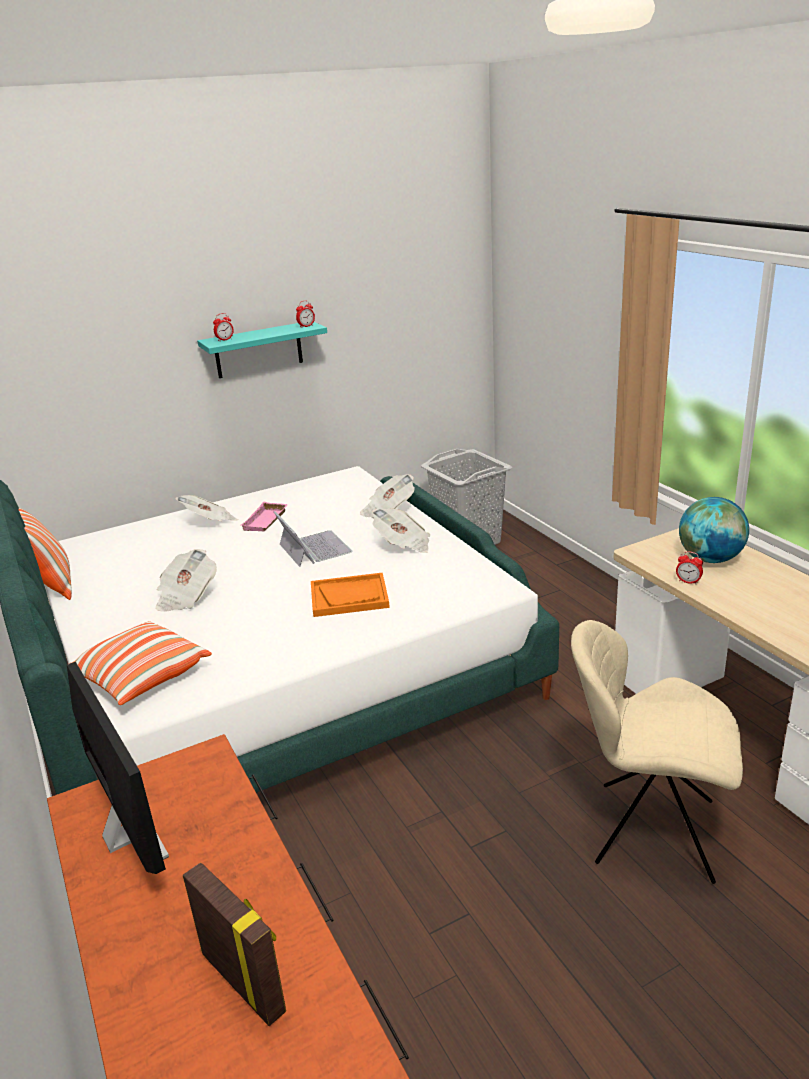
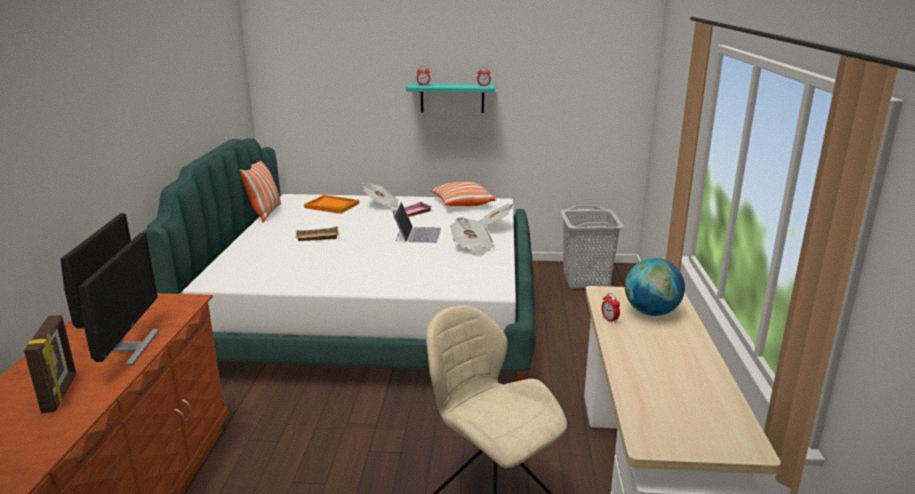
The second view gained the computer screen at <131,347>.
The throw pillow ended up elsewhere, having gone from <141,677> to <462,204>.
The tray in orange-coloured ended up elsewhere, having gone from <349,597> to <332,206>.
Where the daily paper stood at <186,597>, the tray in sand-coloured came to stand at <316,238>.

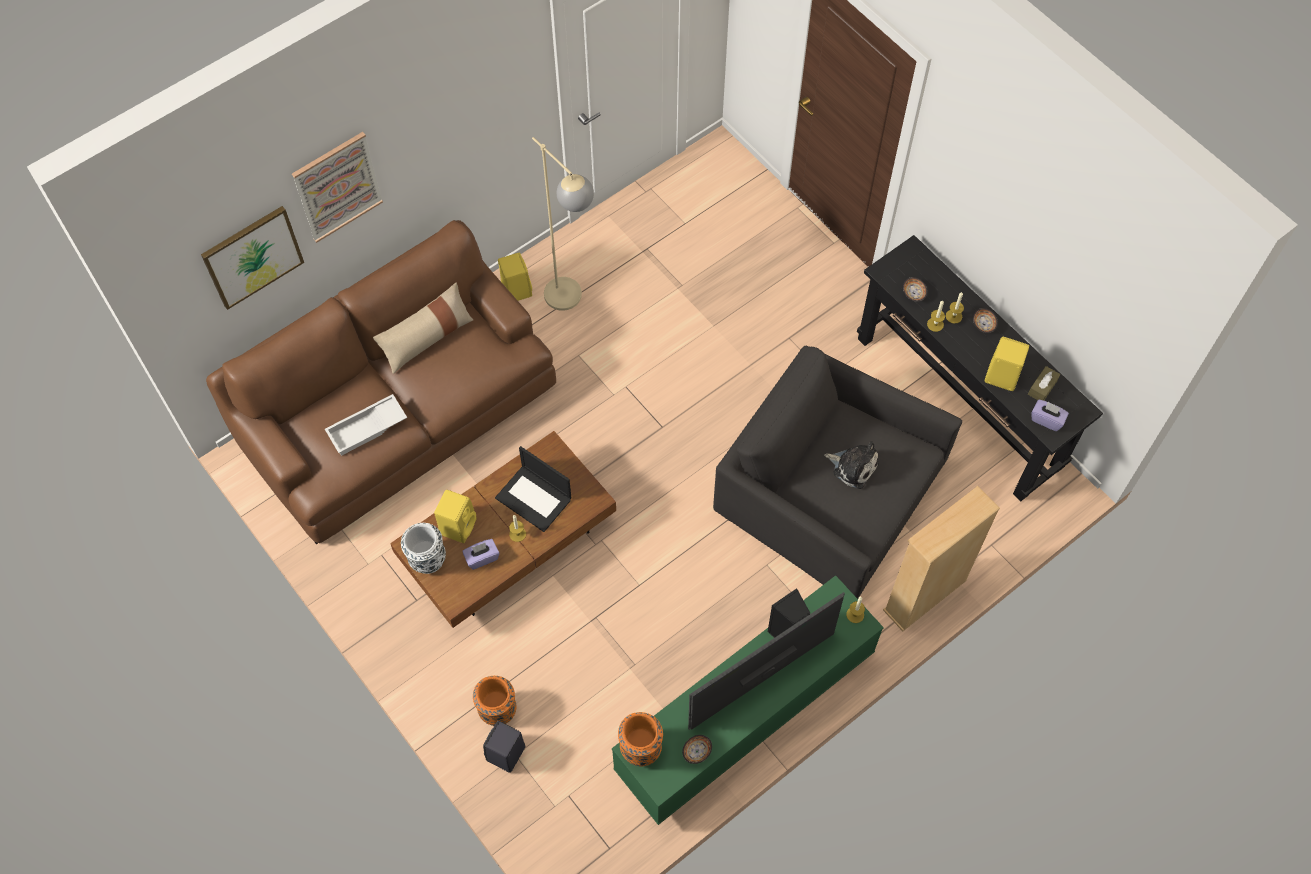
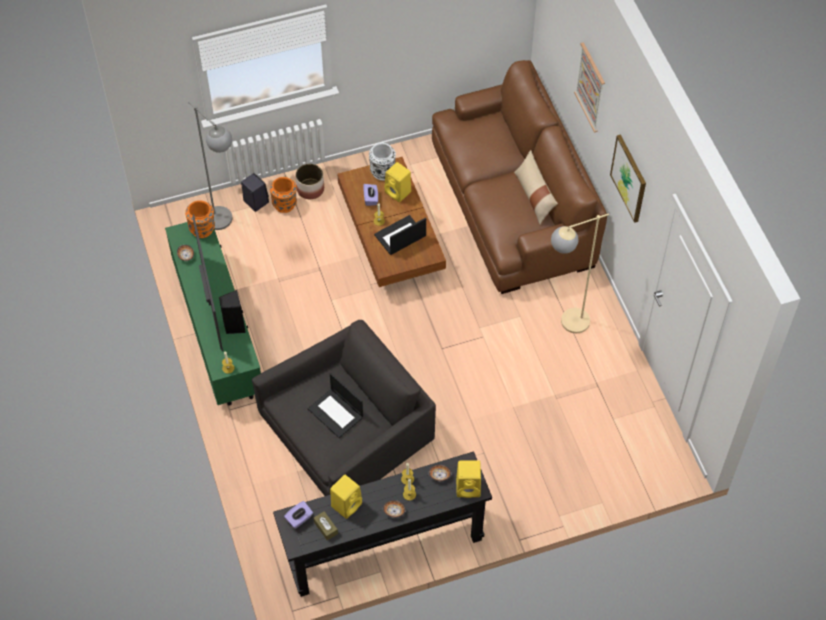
The second view lost the tray in whitish at <367,429>.
The second view lost the bookshelf in sand-coloured at <925,595>.
The second view gained the floor lamp in greyish at <225,224>.
The second view gained the planter at <310,189>.
The wall picture ended up elsewhere, having gone from <252,256> to <629,178>.
The speaker in yellow-coloured ended up elsewhere, having gone from <516,289> to <469,487>.
Where the cuddly toy stood at <853,466>, the notebook computer came to stand at <336,413>.

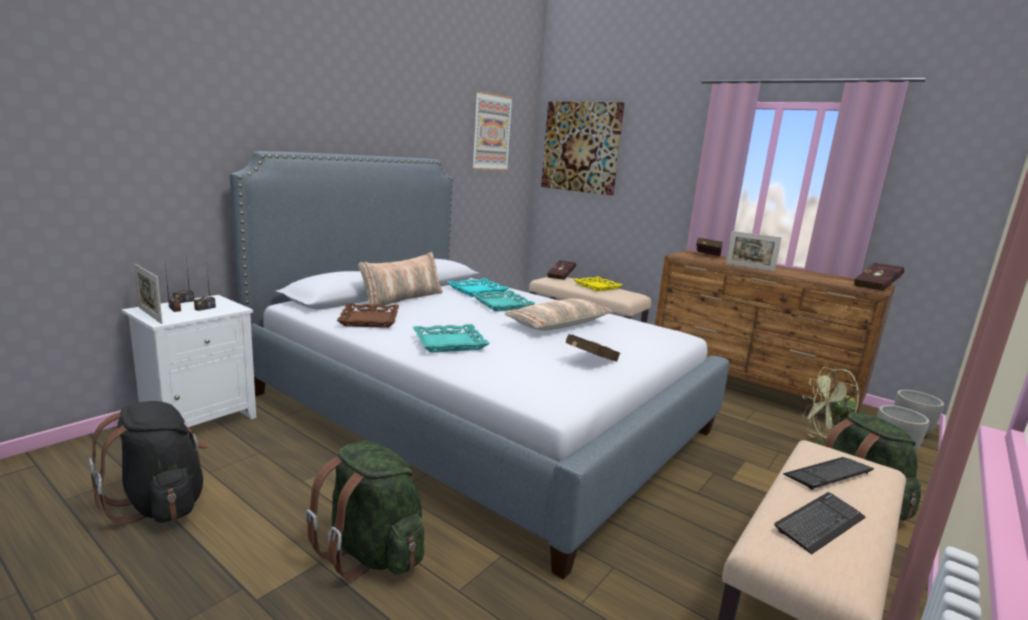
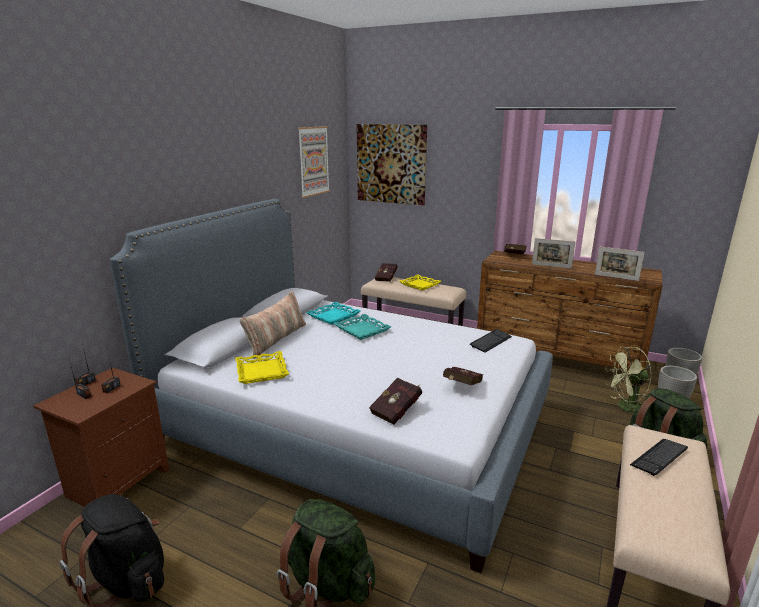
The second view lost the tray in turquoise at <449,343>.
The second view lost the throw pillow at <558,324>.
The photo frame ended up elsewhere, having gone from <150,315> to <616,277>.
The computer keyboard ended up elsewhere, having gone from <819,524> to <490,341>.
The bound book in reddish ended up elsewhere, having gone from <877,287> to <397,411>.
What was the night table in whitish at <200,419> turned into the night table in brownish at <118,482>.
What was the tray in brownish at <369,320> turned into the tray in yellow-coloured at <261,371>.

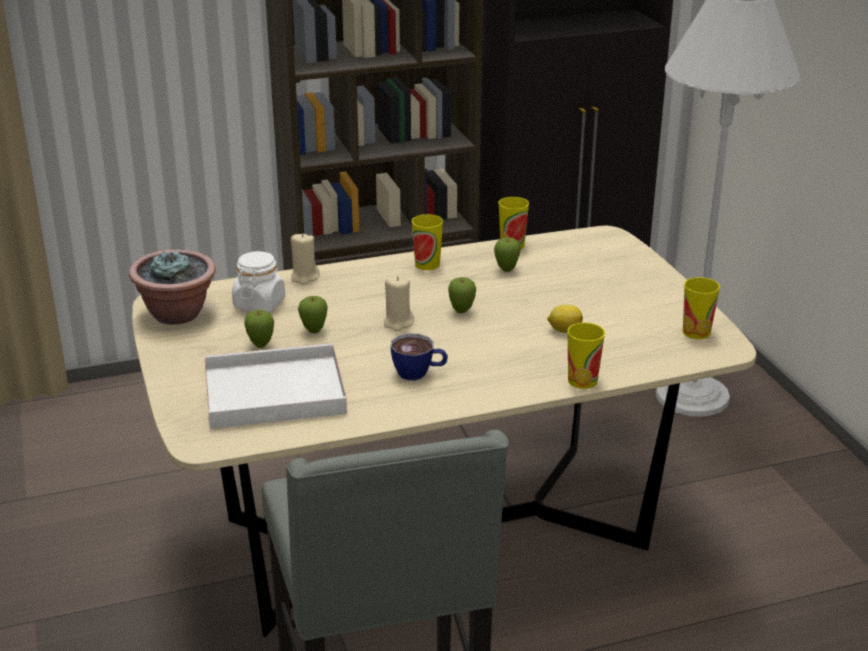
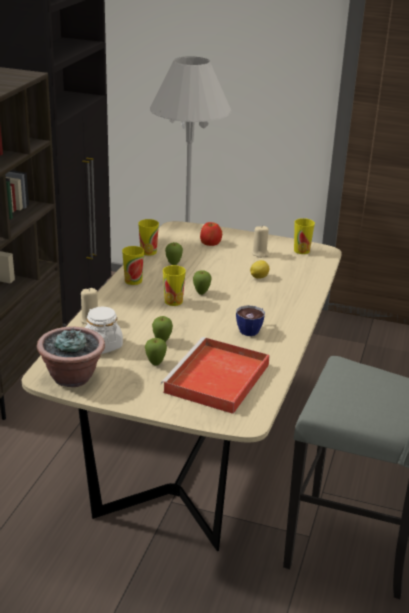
The second view gained the apple fruit at <210,242>.
The wax light in sand-coloured ended up elsewhere, having gone from <398,323> to <260,253>.
The cup ended up elsewhere, having gone from <582,381> to <173,301>.
What was the tray in whitish at <271,393> turned into the tray in reddish at <216,380>.

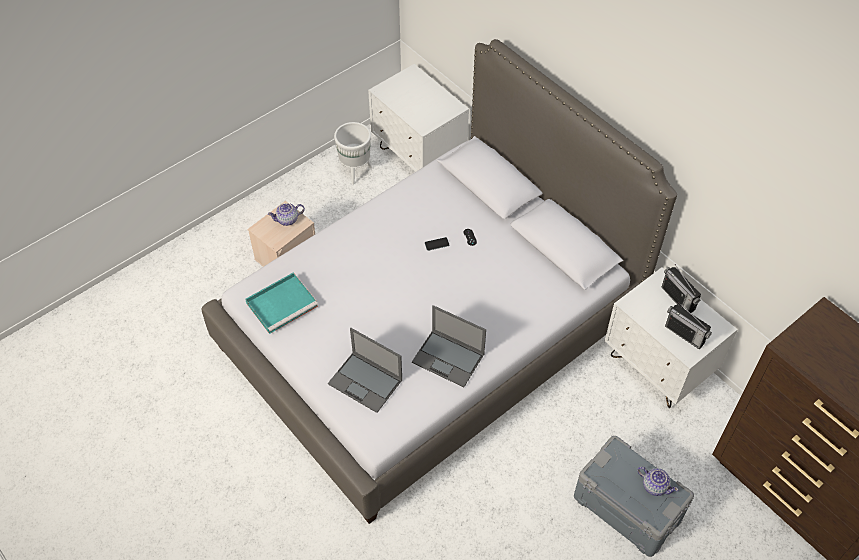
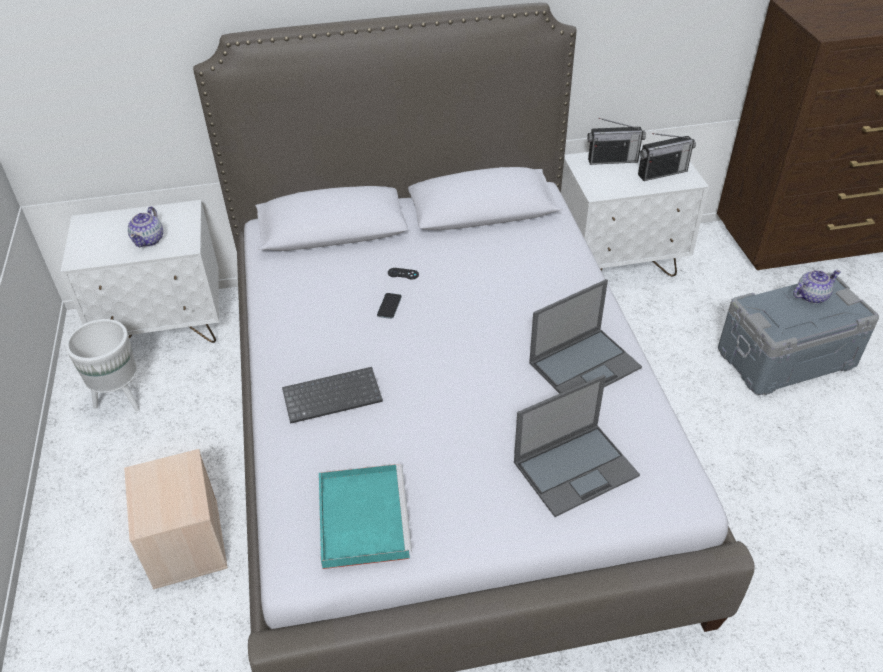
The second view gained the computer keyboard at <333,395>.
The tea pot ended up elsewhere, having gone from <288,220> to <149,240>.

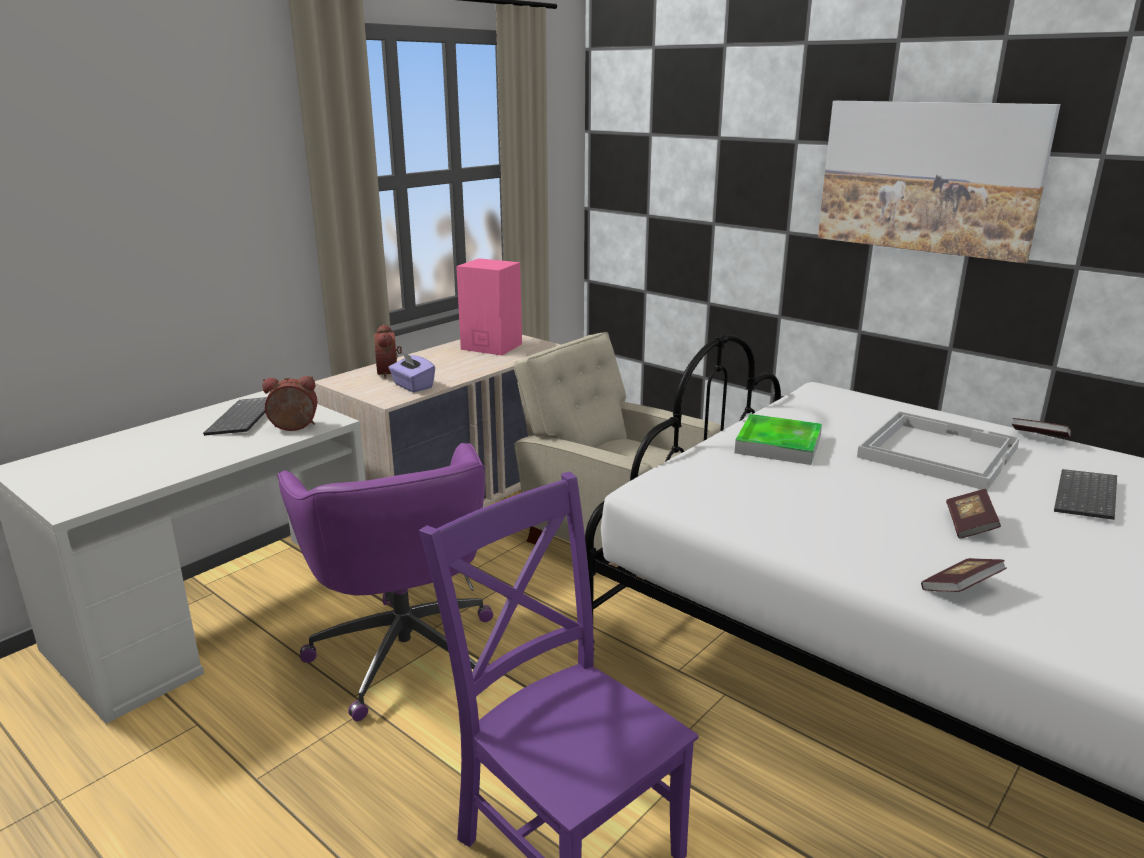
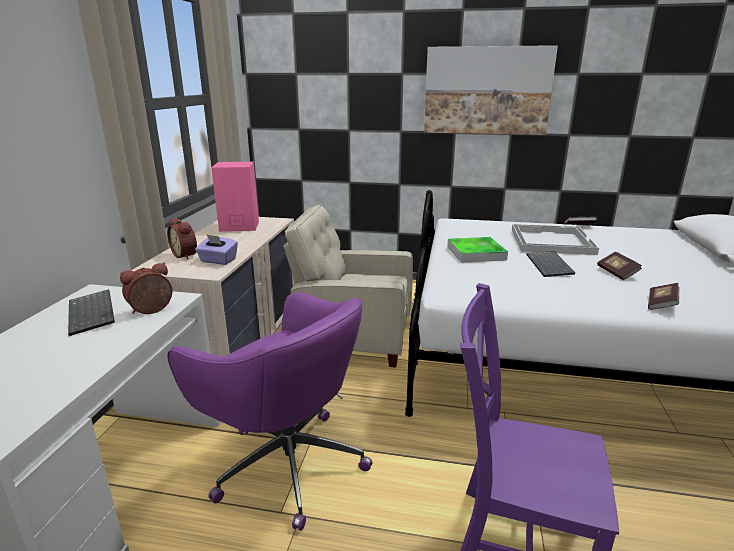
The computer keyboard ended up elsewhere, having gone from <1088,497> to <550,265>.

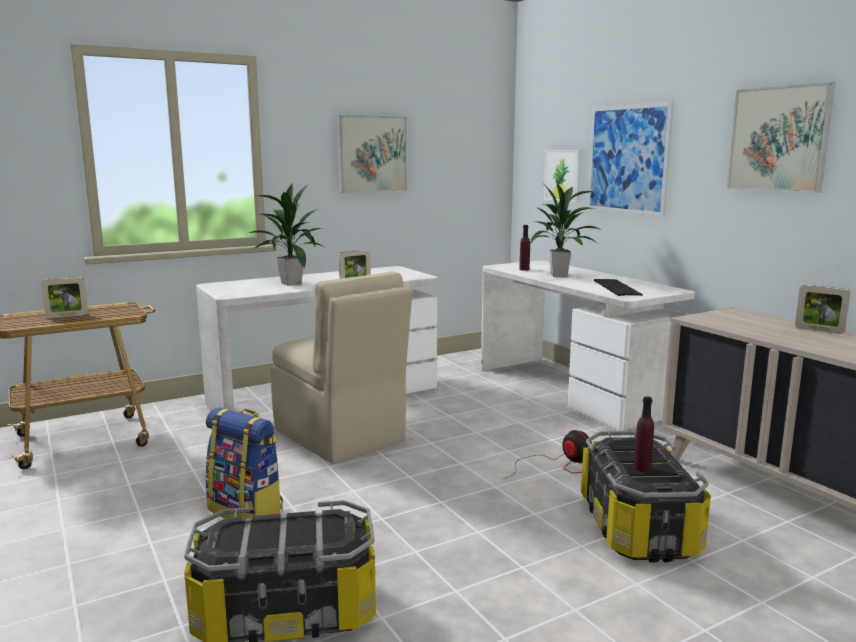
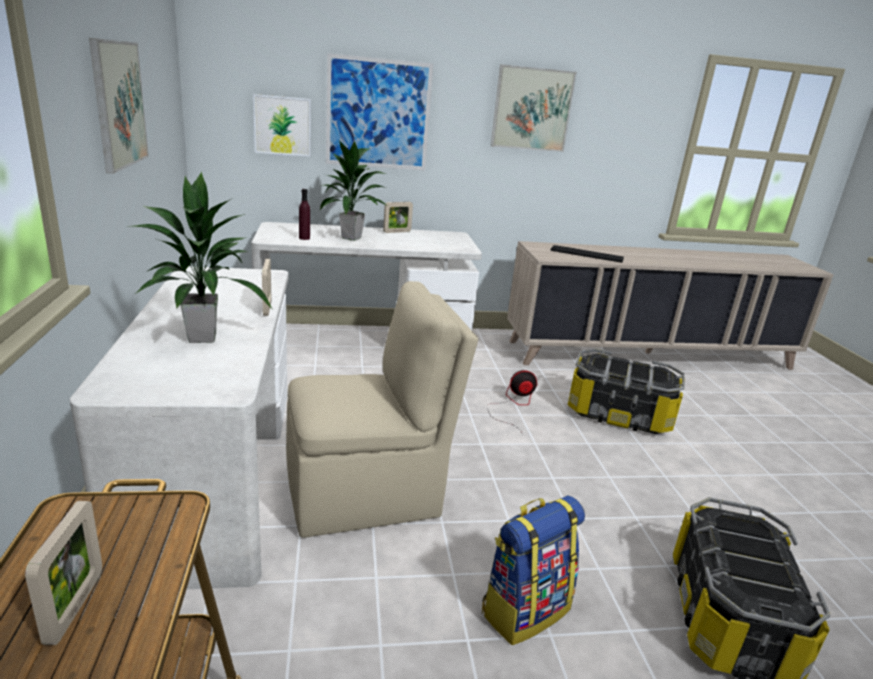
The second view lost the drink bottle in purplish at <642,468>.
The computer keyboard ended up elsewhere, having gone from <615,287> to <586,254>.
The photo frame ended up elsewhere, having gone from <819,330> to <397,232>.

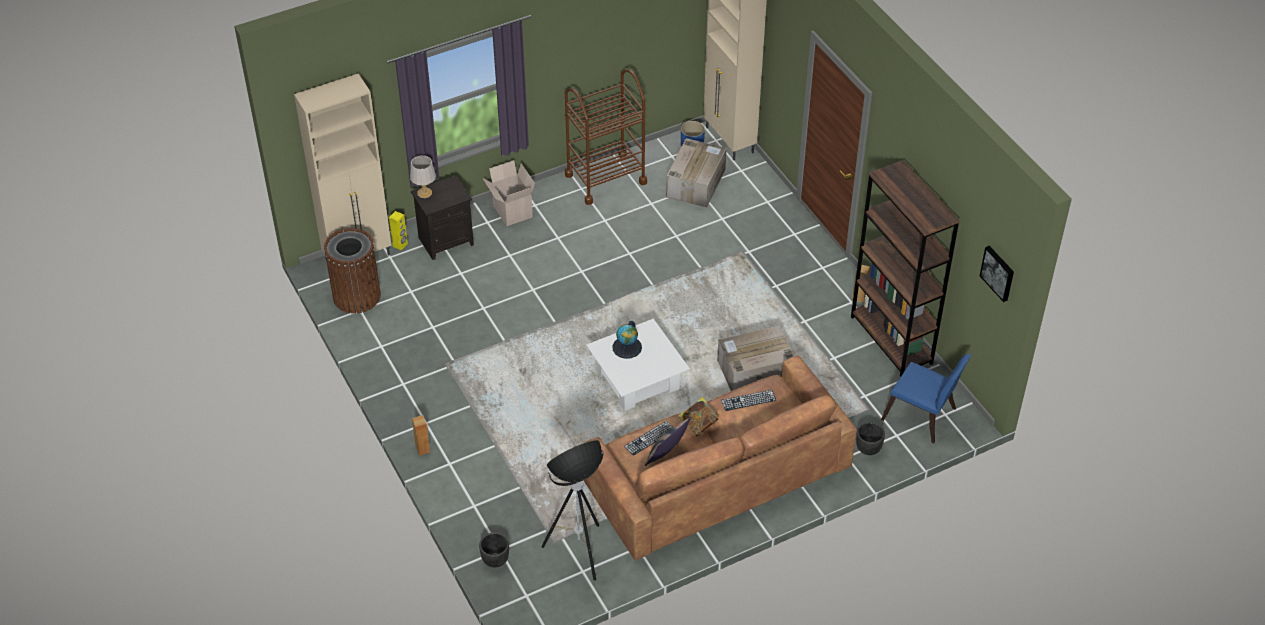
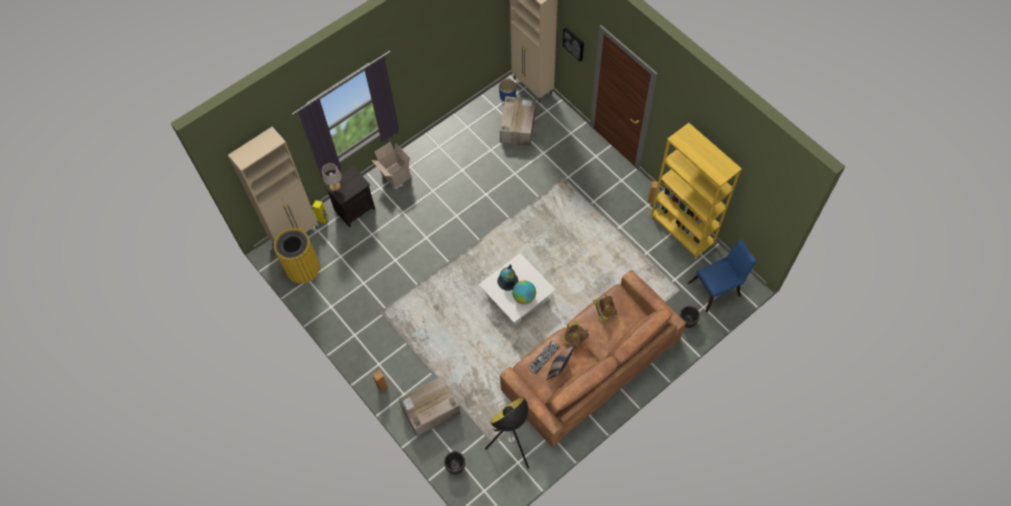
The second view lost the wheeled cart in brownish at <605,178>.
The second view gained the desk globe at <524,297>.
The carton ended up elsewhere, having gone from <754,371> to <430,410>.
The wall picture ended up elsewhere, having gone from <998,273> to <574,43>.
Where the computer keyboard stood at <748,400>, the bound book came to stand at <604,311>.
What was the trash can in brownish at <357,296> turned into the trash can in yellow-coloured at <303,268>.
What was the bookshelf in brownish at <891,340> turned into the bookshelf in yellow-coloured at <682,230>.
The plain chair in blue at <922,417> ended up facing another way, 45 degrees counterclockwise from before.

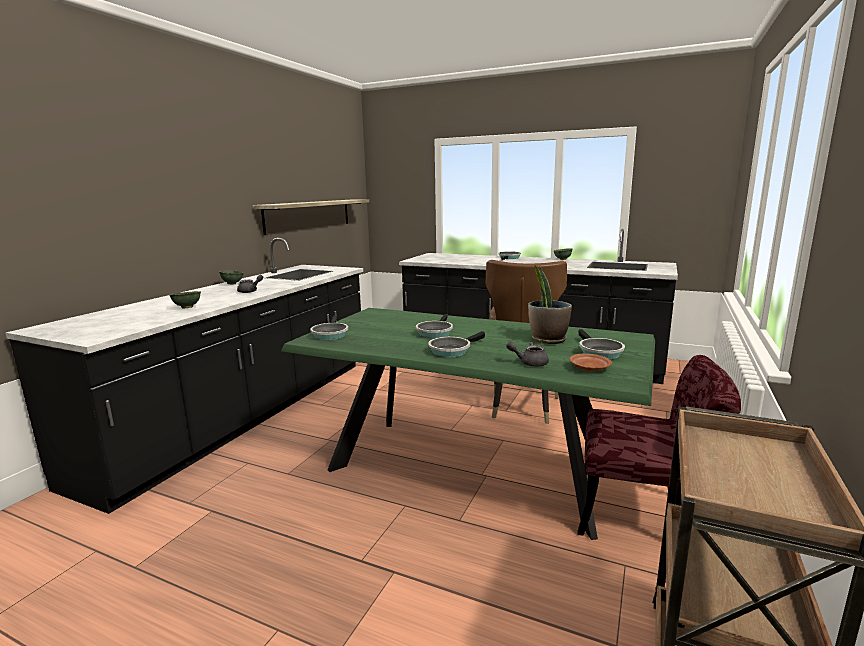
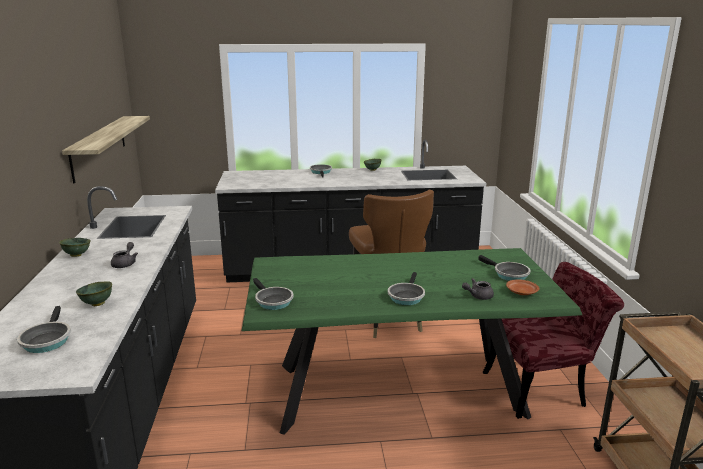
The second view lost the houseplant at <548,340>.
The frying pan ended up elsewhere, having gone from <435,332> to <46,340>.

